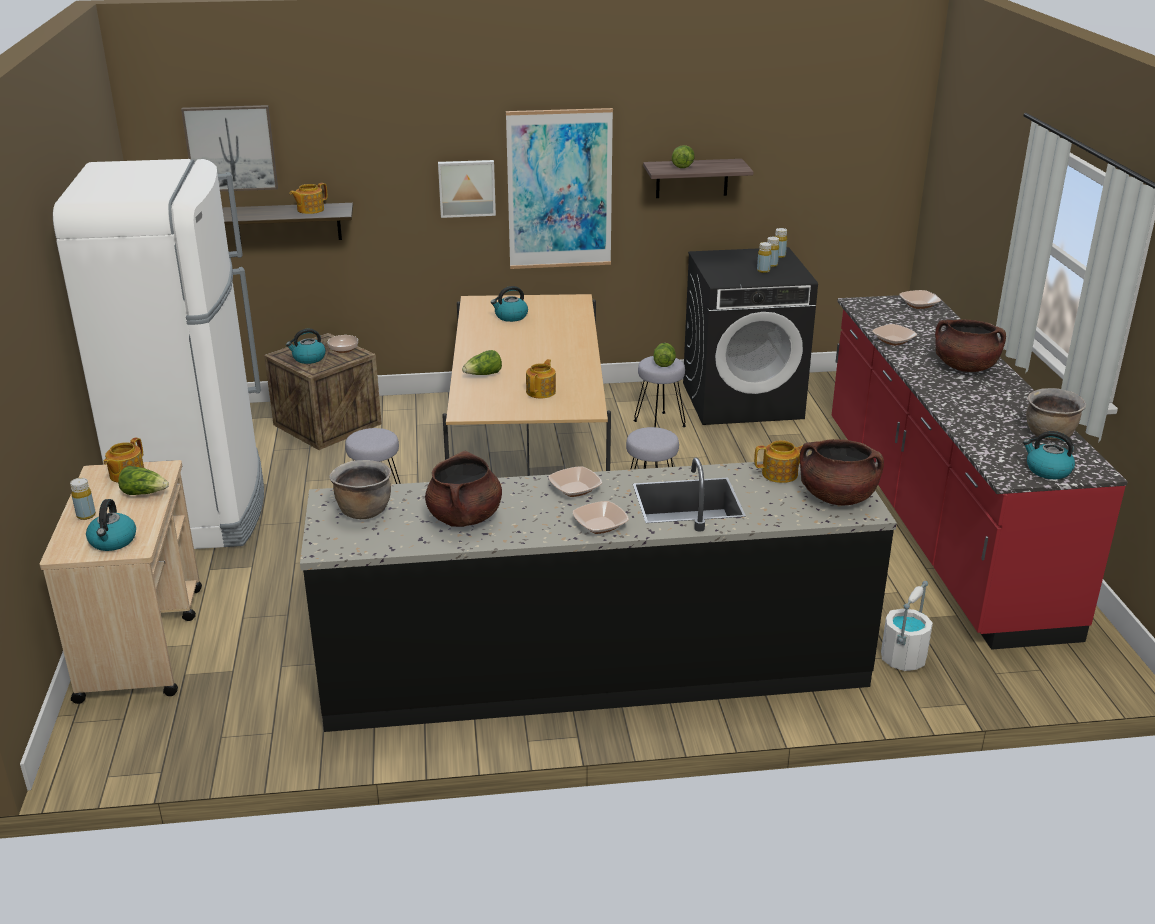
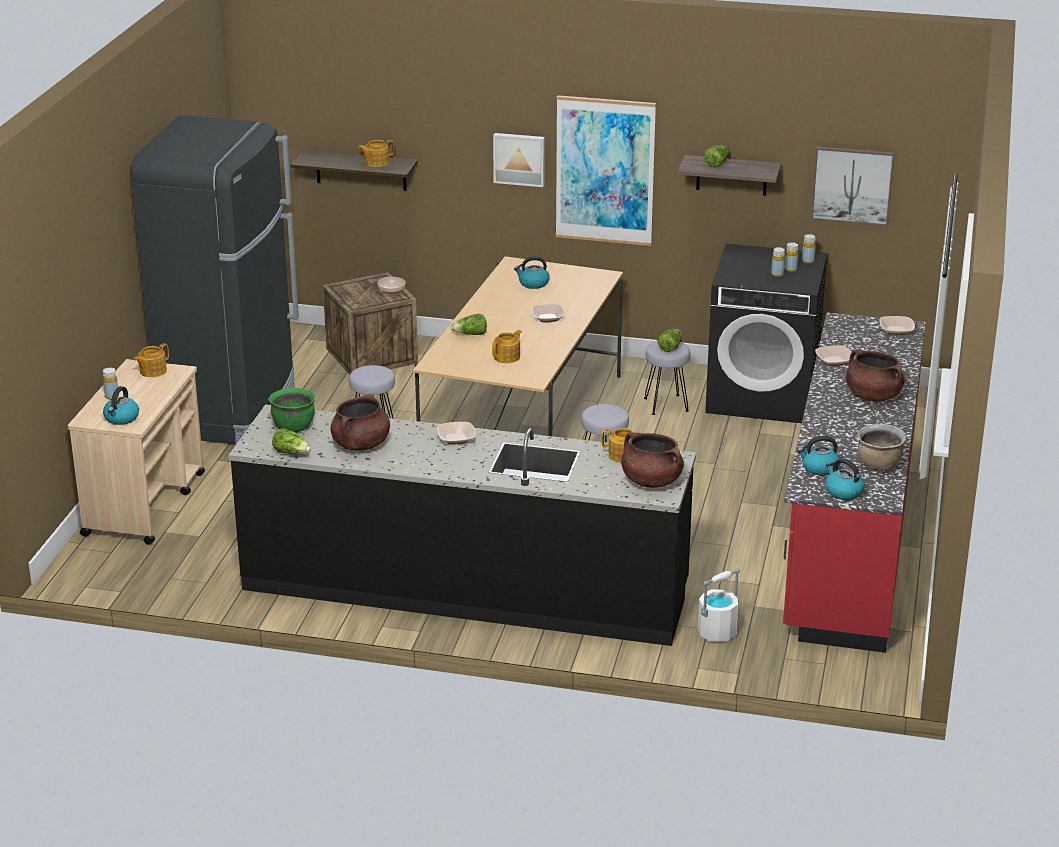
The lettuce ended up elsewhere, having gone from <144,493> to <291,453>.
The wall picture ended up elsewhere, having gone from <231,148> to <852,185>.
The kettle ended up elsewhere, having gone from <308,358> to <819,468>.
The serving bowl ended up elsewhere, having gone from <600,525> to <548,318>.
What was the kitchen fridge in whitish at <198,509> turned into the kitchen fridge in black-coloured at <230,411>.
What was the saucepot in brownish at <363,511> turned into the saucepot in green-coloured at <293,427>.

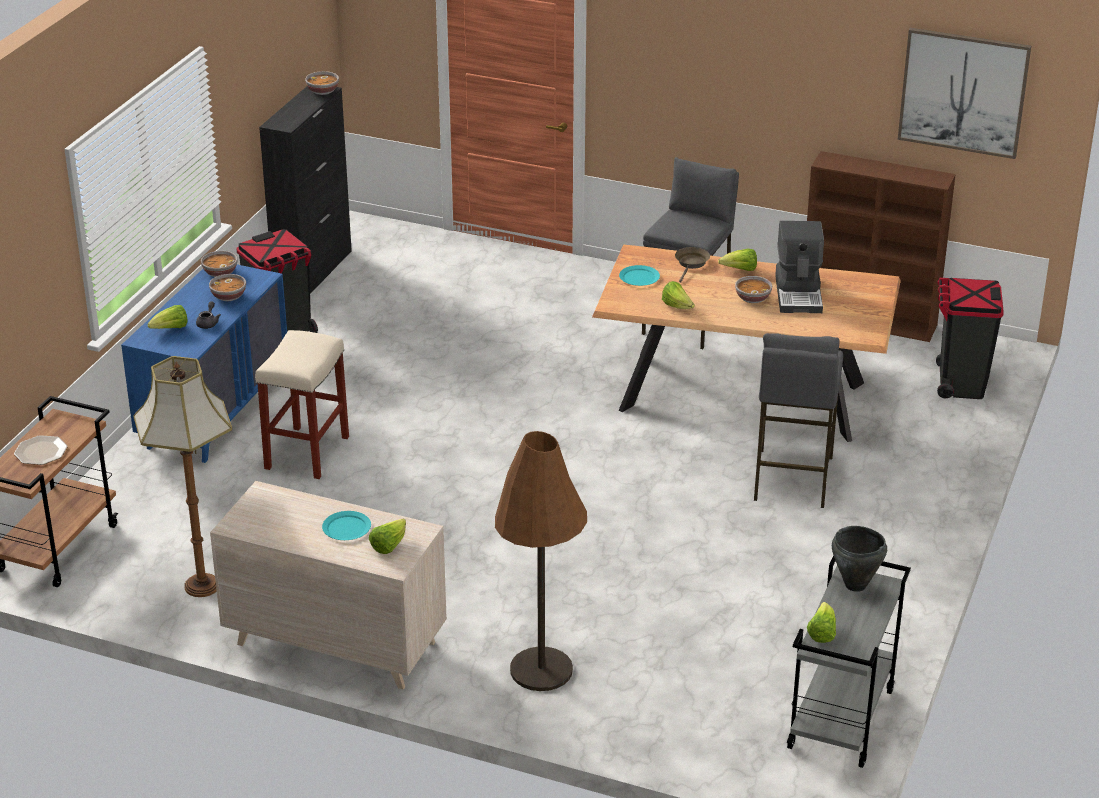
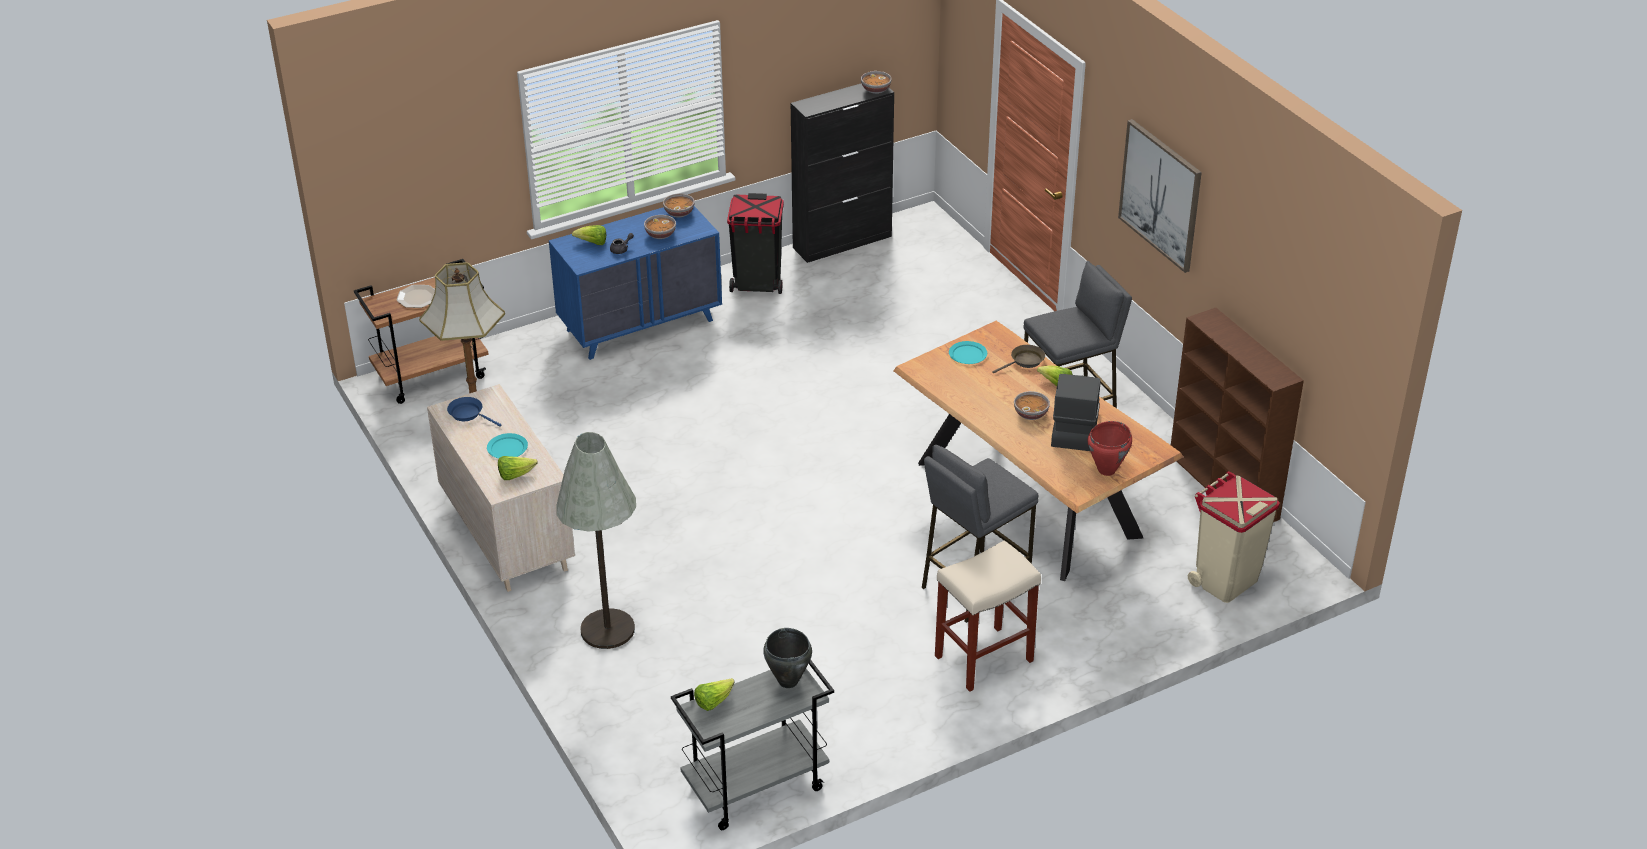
The second view lost the lettuce at <677,307>.
The second view gained the frying pan in blue at <468,414>.
The second view gained the saucepot in reddish at <1107,470>.
The sitting stool in sand-coloured ended up elsewhere, having gone from <307,453> to <983,659>.
The wall picture ended up elsewhere, having gone from <963,92> to <1160,195>.
What was the floor lamp in brownish at <541,670> turned into the floor lamp in greyish at <607,629>.
What was the trash can in black-coloured at <960,384> turned into the trash can in sand-coloured at <1225,580>.
The coffee brewer at <799,294> ended up facing another way, 150 degrees clockwise from before.

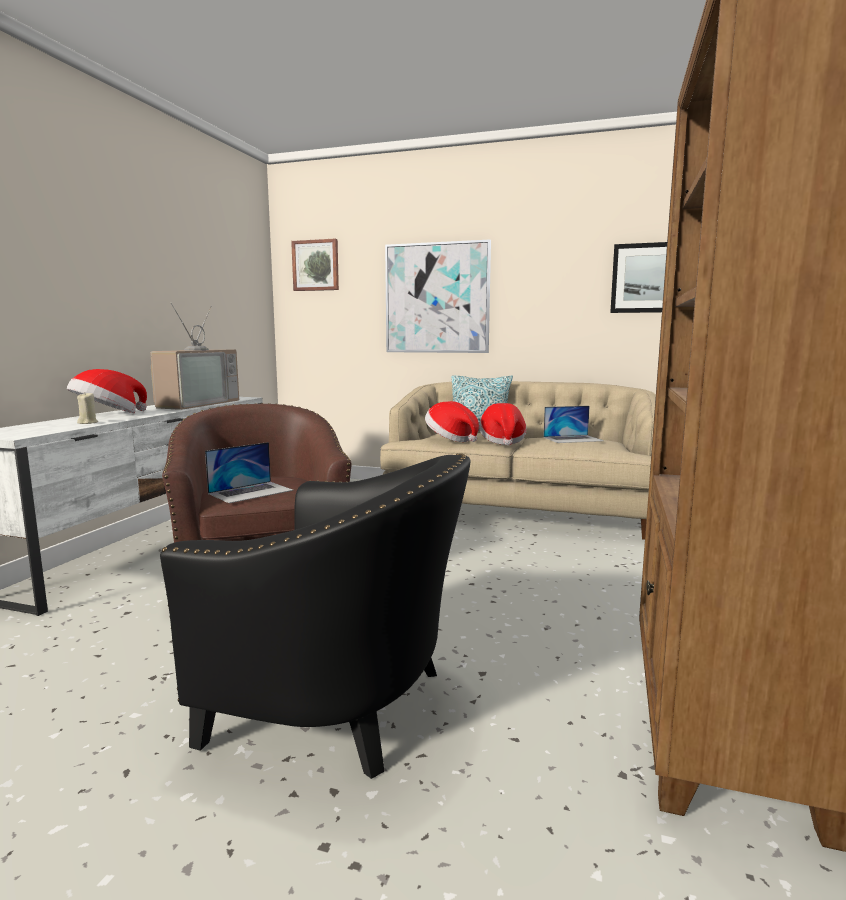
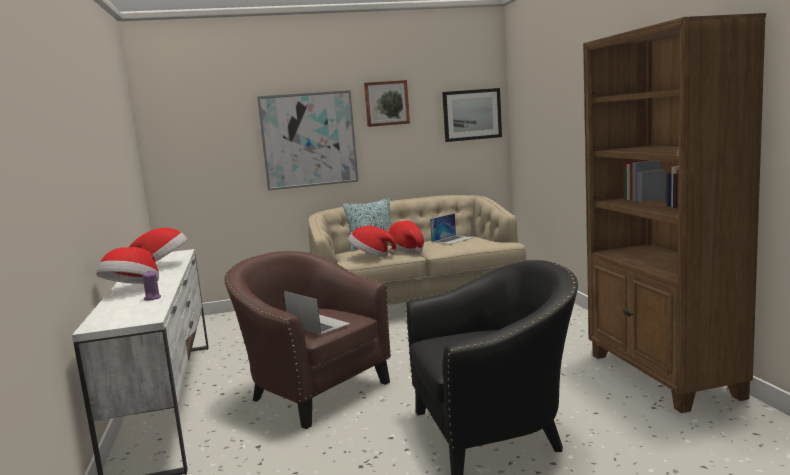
The wall picture ended up elsewhere, having gone from <316,265> to <386,103>.
Where the TV stood at <195,403>, the hat came to stand at <162,265>.
What was the wax light in sand-coloured at <88,423> turned into the wax light in purplish at <152,298>.
The notebook computer at <251,492> ended up facing another way, 60 degrees counterclockwise from before.

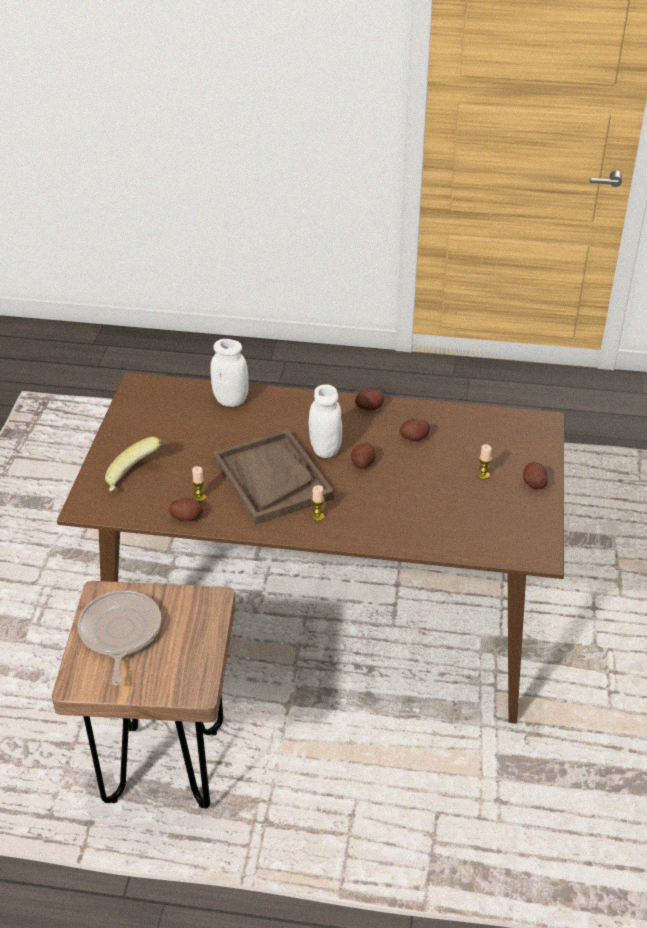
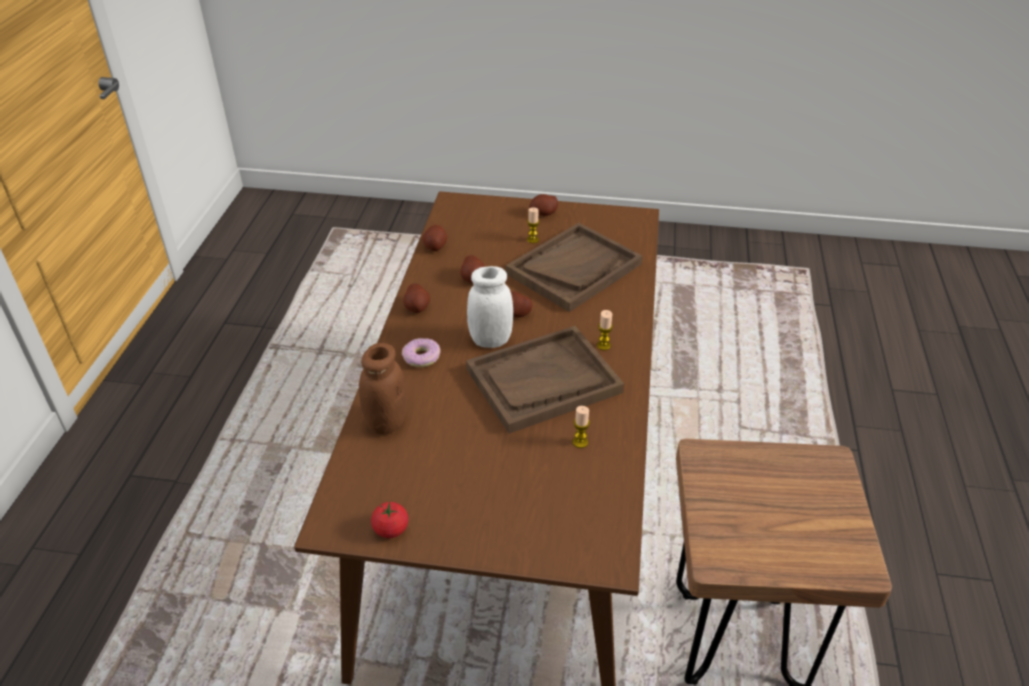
The second view lost the frying pan at <120,633>.
The second view lost the banana at <134,478>.
The second view gained the tomato at <391,529>.
The second view gained the doughnut at <422,357>.
The second view gained the tray in brownish at <574,269>.
The whole potato ended up elsewhere, having gone from <186,517> to <435,246>.
What was the preserve jar in whitish at <231,400> turned into the preserve jar in brownish at <386,422>.

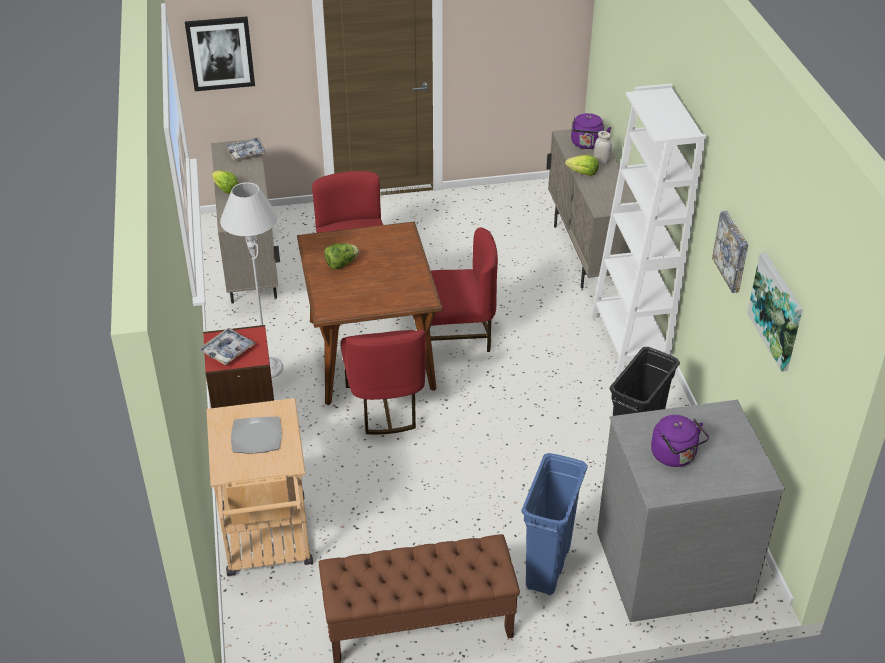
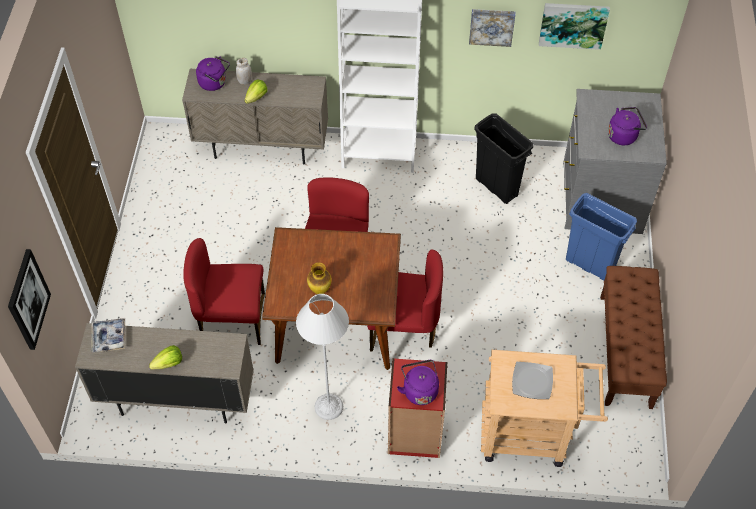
Where the tray stood at <227,350>, the kettle in purplish came to stand at <419,390>.
Where the lettuce stood at <341,264>, the flower vase came to stand at <319,291>.

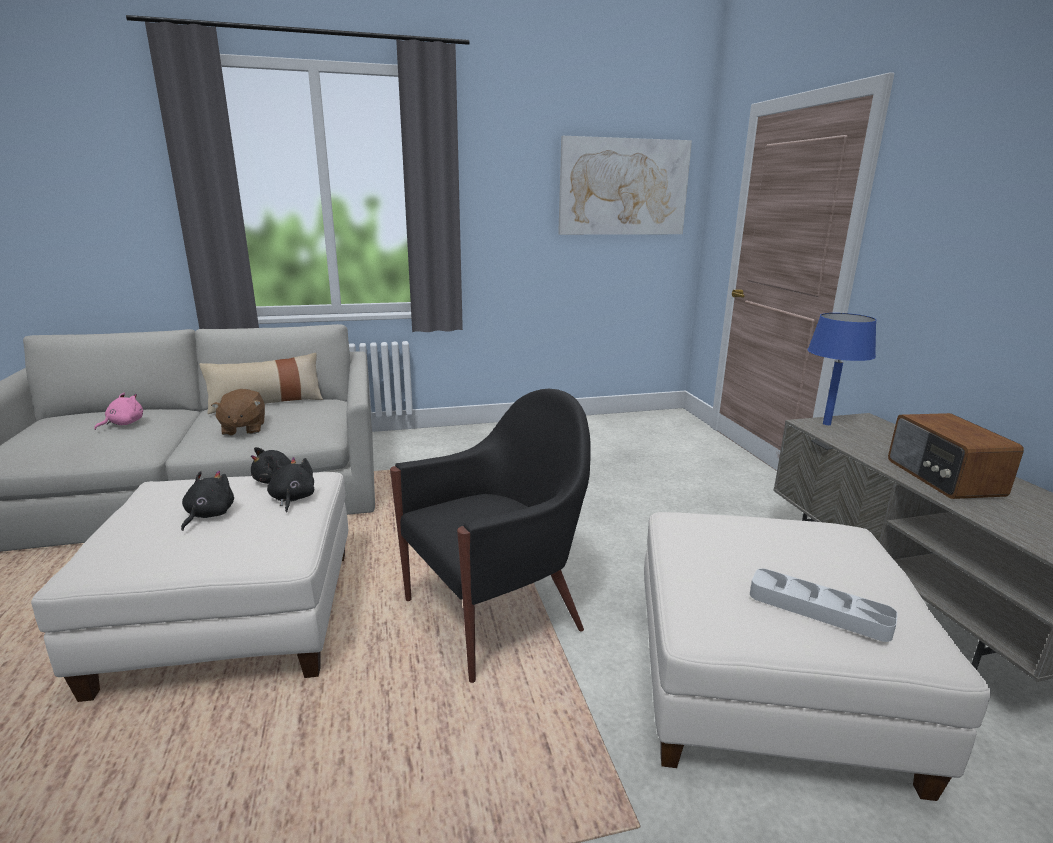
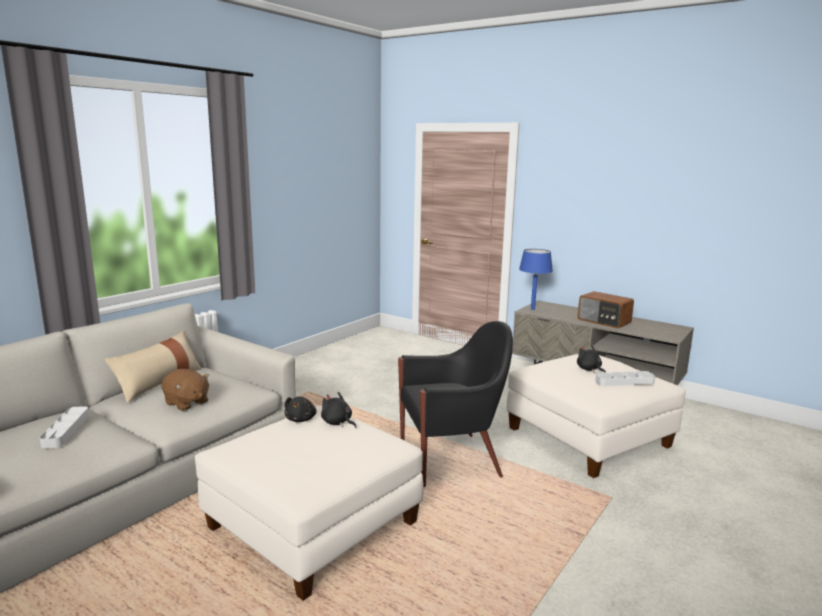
The second view lost the wall picture at <623,187>.
The cuddly toy in black-coloured ended up elsewhere, having gone from <208,515> to <589,369>.
Where the cuddly toy in pink-coloured stood at <123,424>, the tray in greyish came to stand at <66,430>.
The armchair in black-coloured at <496,614> ended up facing another way, 60 degrees clockwise from before.

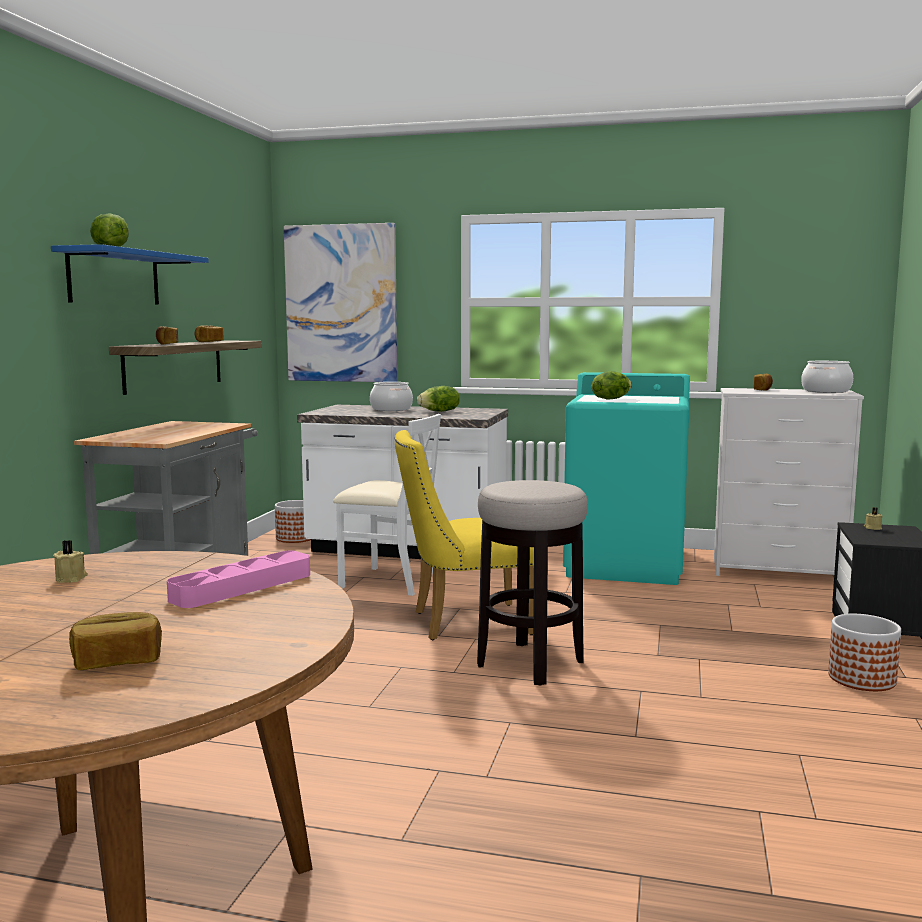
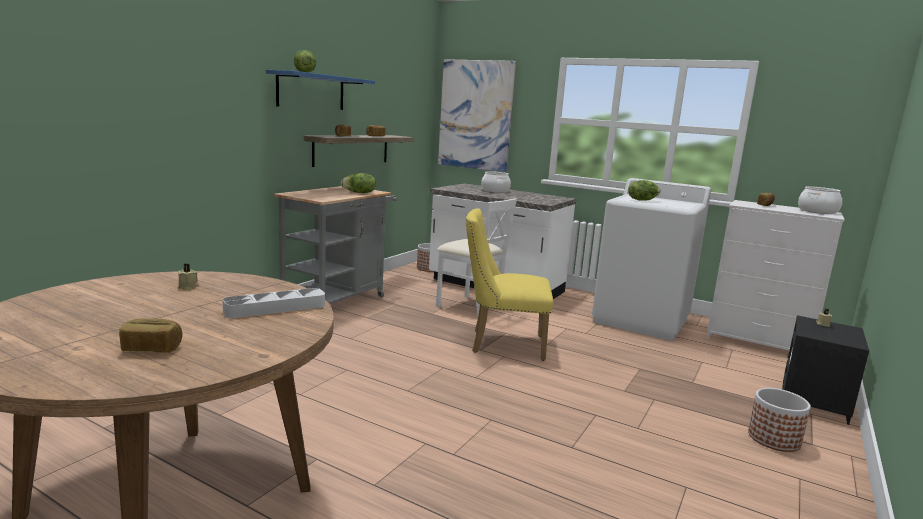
The second view lost the sitting stool at <529,663>.
The lettuce ended up elsewhere, having gone from <439,411> to <359,193>.
What was the tray in pink-coloured at <242,587> turned into the tray in greyish at <275,308>.
What was the washing machine in turquoise at <625,565> turned into the washing machine in whitish at <641,320>.

